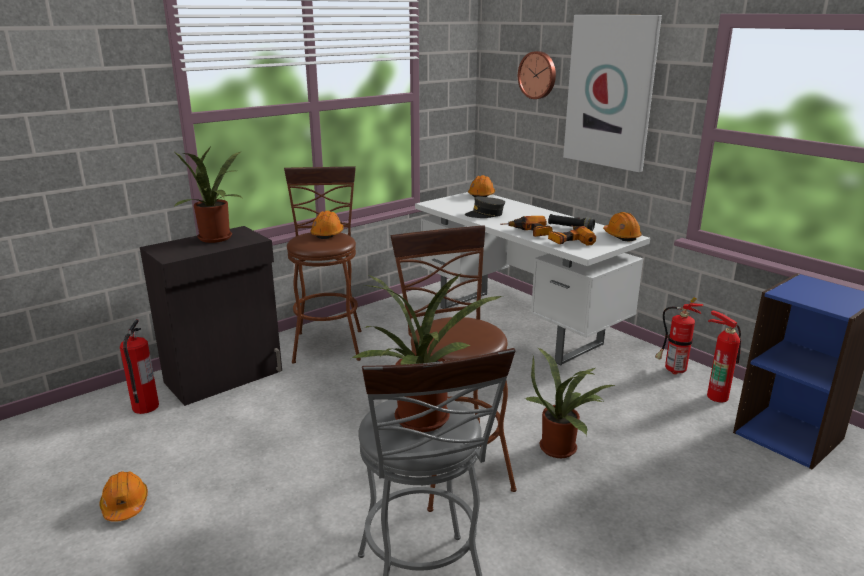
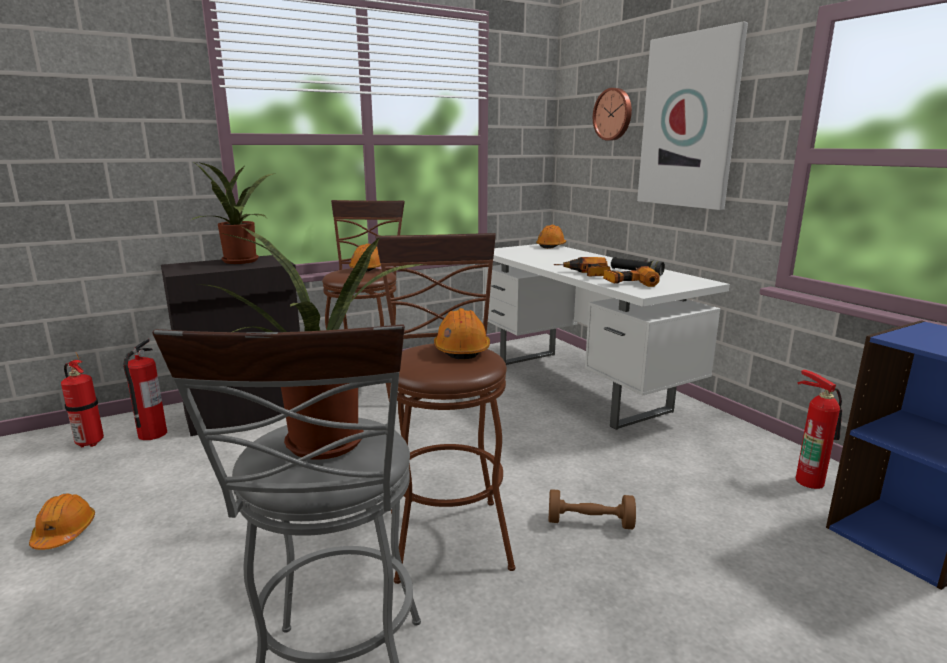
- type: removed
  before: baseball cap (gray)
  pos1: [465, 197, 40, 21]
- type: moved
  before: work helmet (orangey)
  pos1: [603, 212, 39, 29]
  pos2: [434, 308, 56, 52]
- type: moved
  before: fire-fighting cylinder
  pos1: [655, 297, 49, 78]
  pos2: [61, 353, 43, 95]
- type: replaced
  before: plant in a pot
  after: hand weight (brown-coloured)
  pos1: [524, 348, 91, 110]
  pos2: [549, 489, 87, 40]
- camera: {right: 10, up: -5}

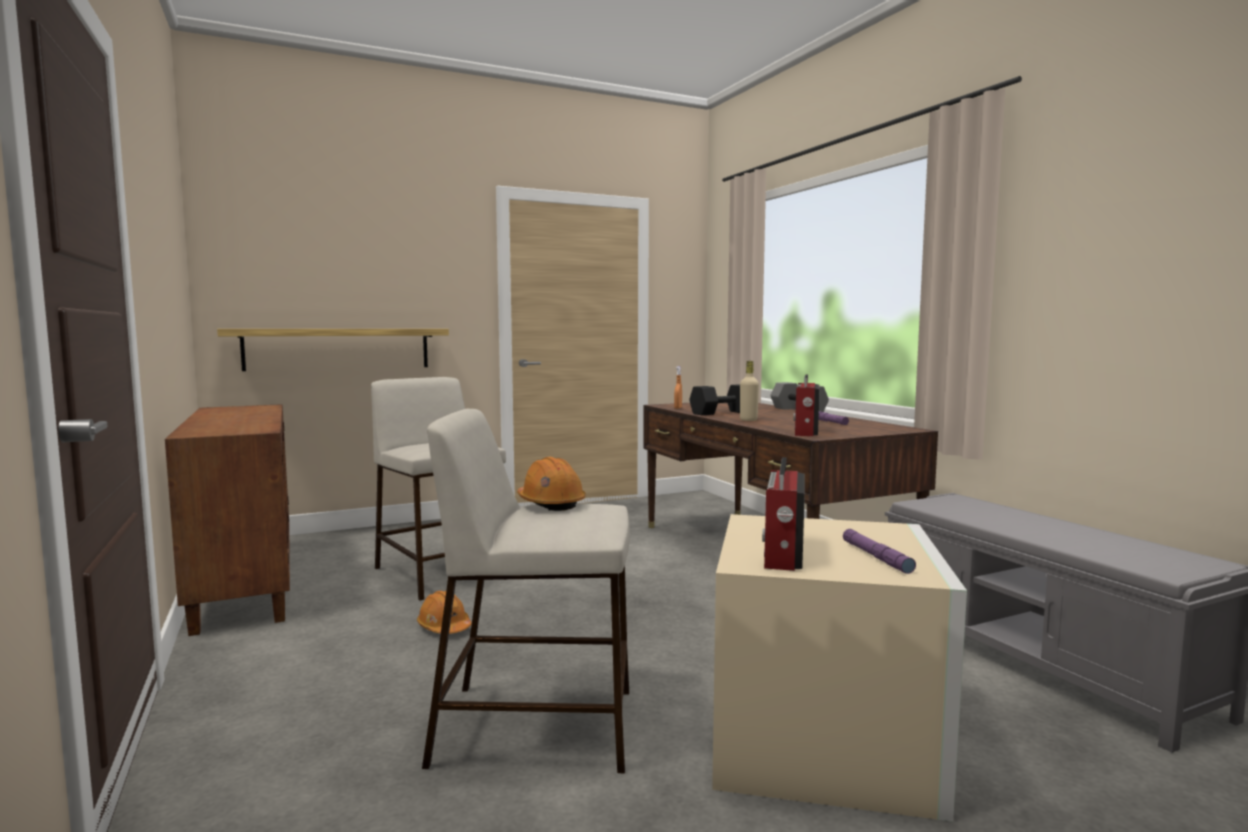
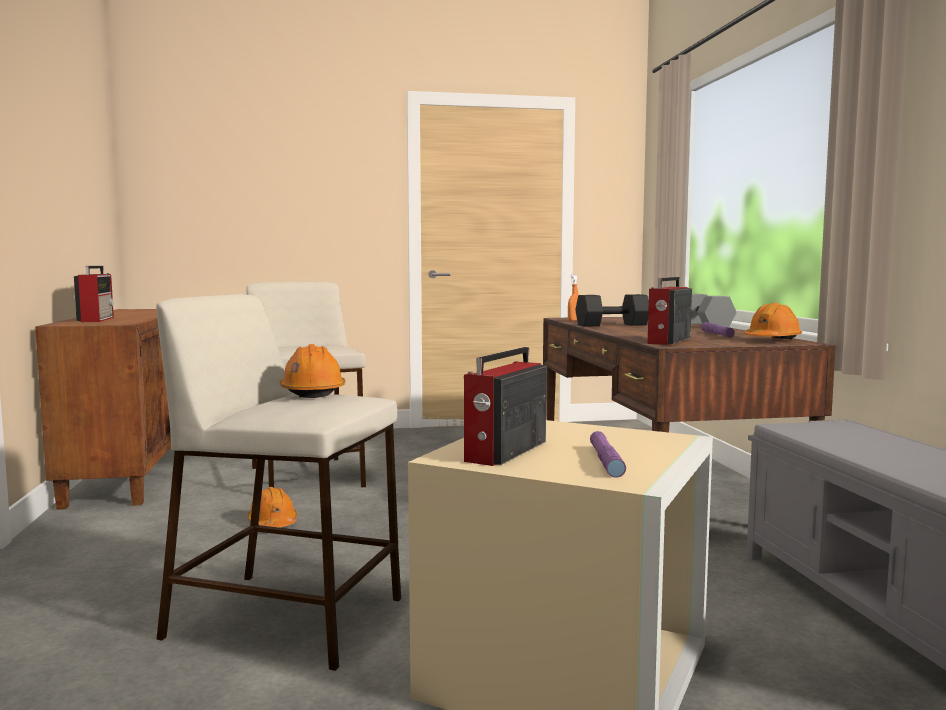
- type: removed
  before: wall shelf
  pos1: [217, 329, 232, 42]
- type: removed
  before: beverage bottle (beige)
  pos1: [740, 361, 19, 60]
- type: added
  after: radio receiver
  pos2: [74, 266, 40, 56]
- type: added
  after: work helmet (orangey)
  pos2: [743, 303, 59, 37]
- camera: {right: 15, up: 0}

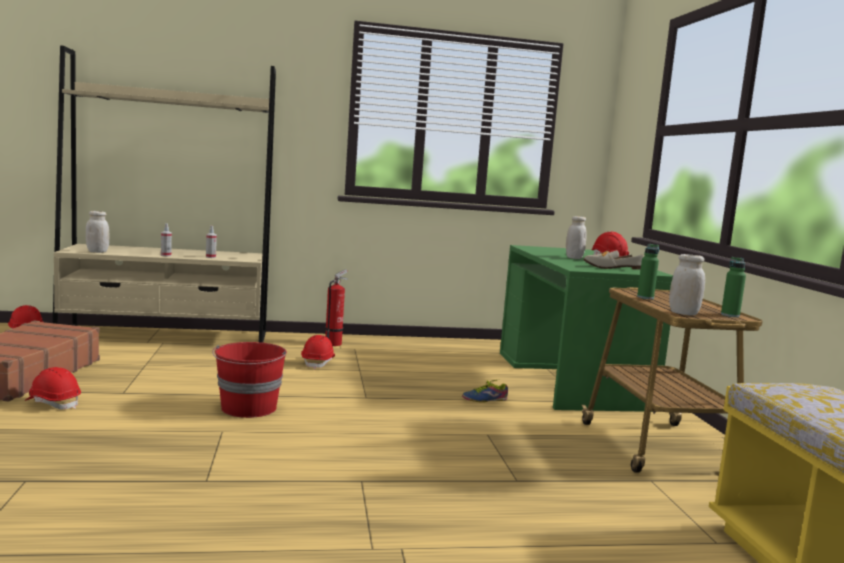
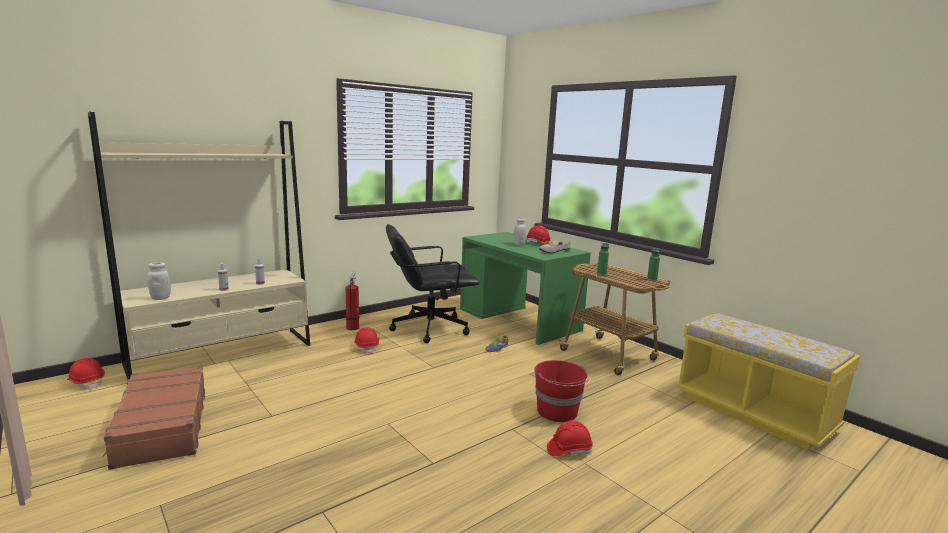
- type: removed
  before: storage jar (white)
  pos1: [669, 254, 36, 62]
- type: moved
  before: bucket (reddish)
  pos1: [212, 342, 75, 76]
  pos2: [534, 360, 56, 62]
- type: moved
  before: work helmet (reddish)
  pos1: [25, 367, 56, 42]
  pos2: [547, 421, 46, 35]
- type: added
  after: desk chair (blackish)
  pos2: [386, 224, 94, 119]
- camera: {right: -30, up: 5}

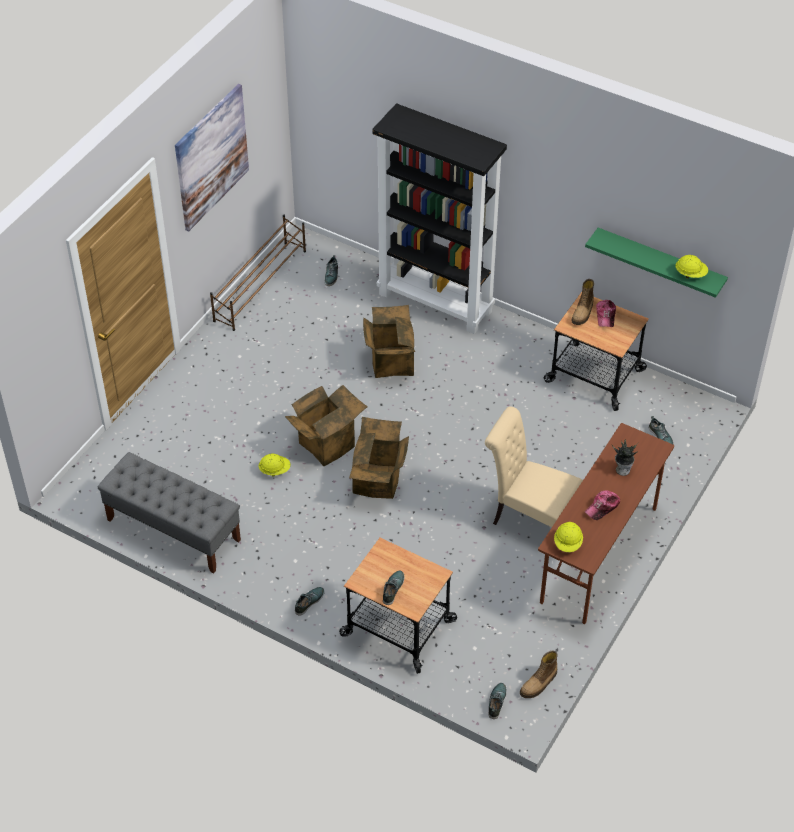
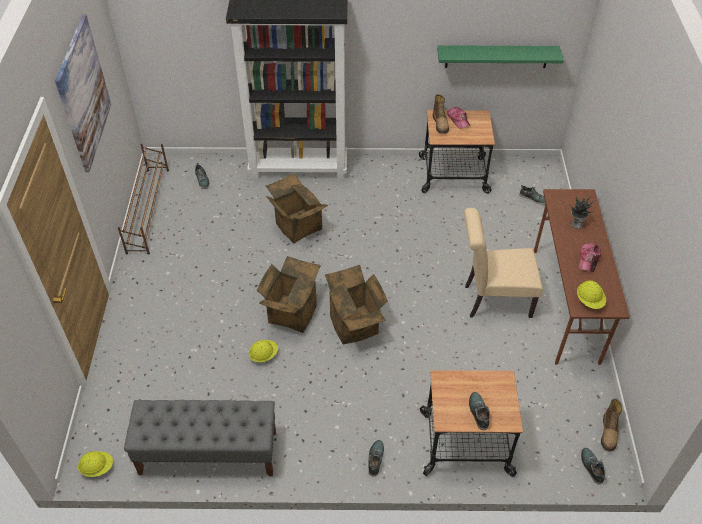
- type: moved
  before: work helmet (yellowish)
  pos1: [675, 255, 33, 23]
  pos2: [78, 451, 35, 26]
- camera: {right: -30, up: 0}

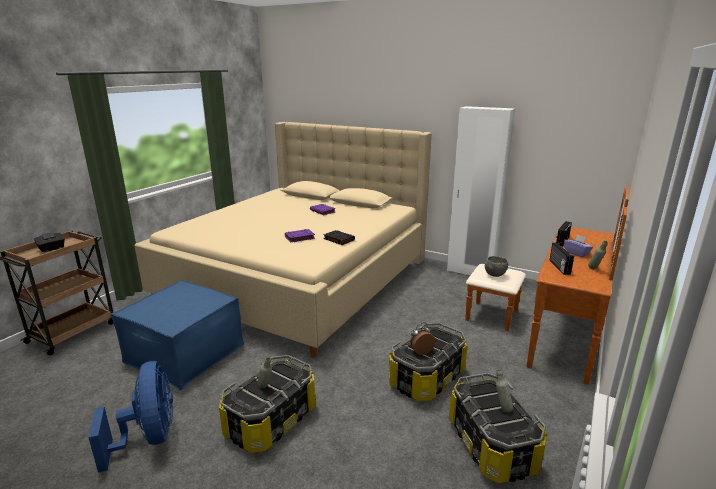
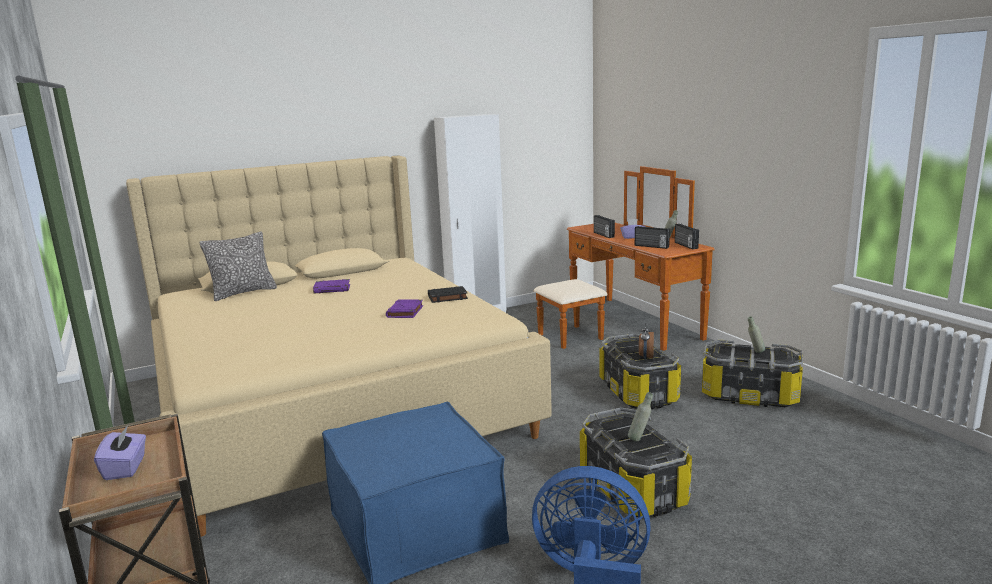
- type: recoloured
  before: tissue holder (blackish)
  after: tissue holder (purple)
  pos1: [34, 232, 31, 20]
  pos2: [94, 425, 52, 55]
- type: removed
  before: deep dish (gray)
  pos1: [485, 256, 23, 21]
- type: added
  after: radio receiver
  pos2: [675, 224, 24, 25]
- type: added
  after: pillow
  pos2: [199, 231, 78, 70]
- camera: {right: -55, up: -5}

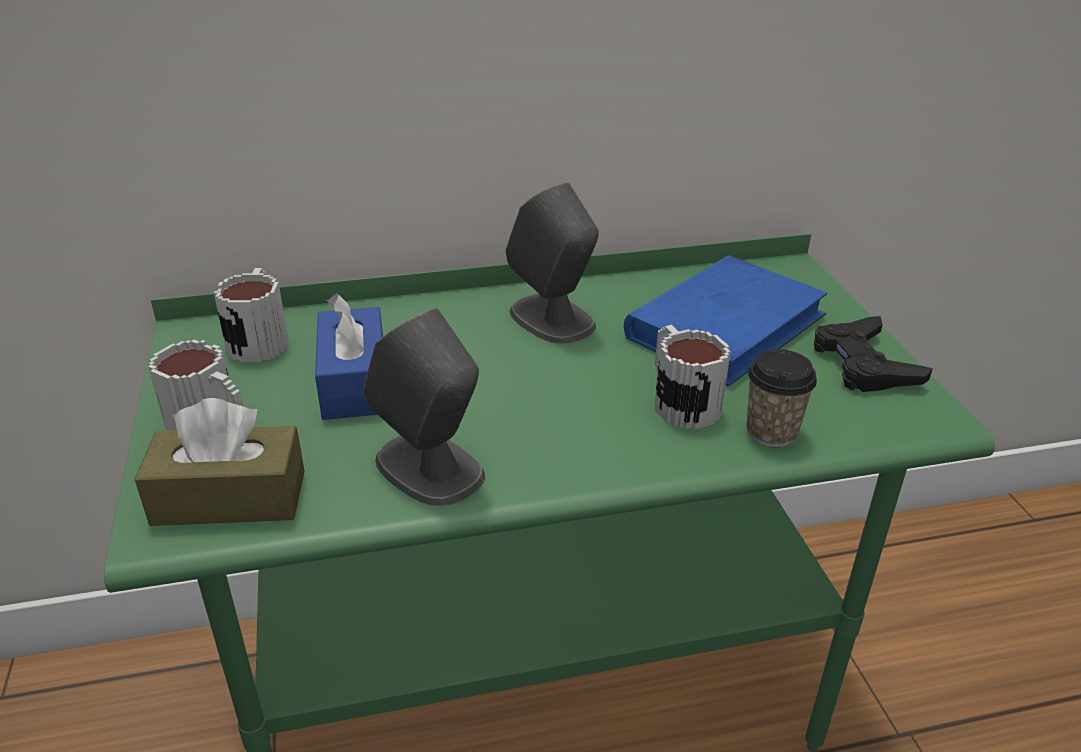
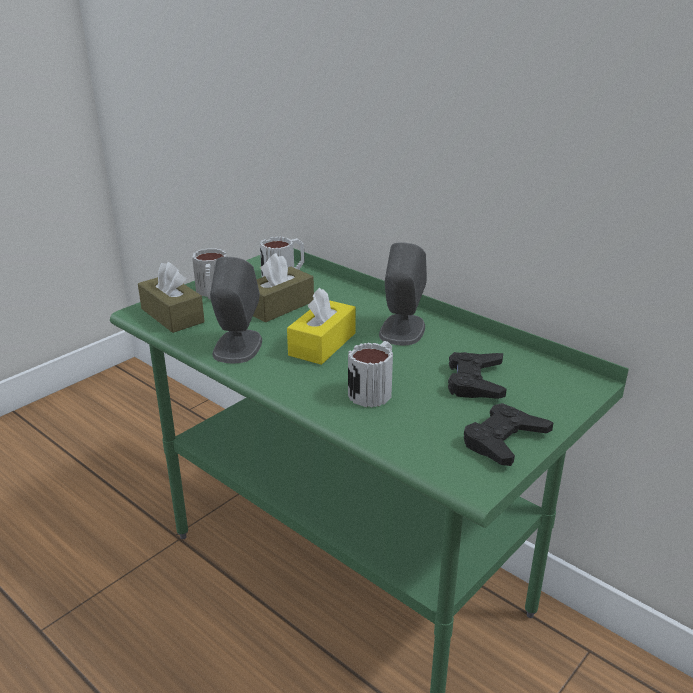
- type: replaced
  before: volume (blue)
  after: game controller (blackish)
  pos1: [624, 255, 203, 131]
  pos2: [448, 352, 59, 47]
- type: recoloured
  before: tissue holder (blue)
  after: tissue holder (brown-coloured)
  pos1: [315, 293, 68, 127]
  pos2: [253, 253, 61, 70]
- type: removed
  before: cup
  pos1: [747, 349, 70, 98]
- type: added
  after: tissue holder (yellowish)
  pos2: [287, 287, 69, 78]
- camera: {right: 55, up: -5}

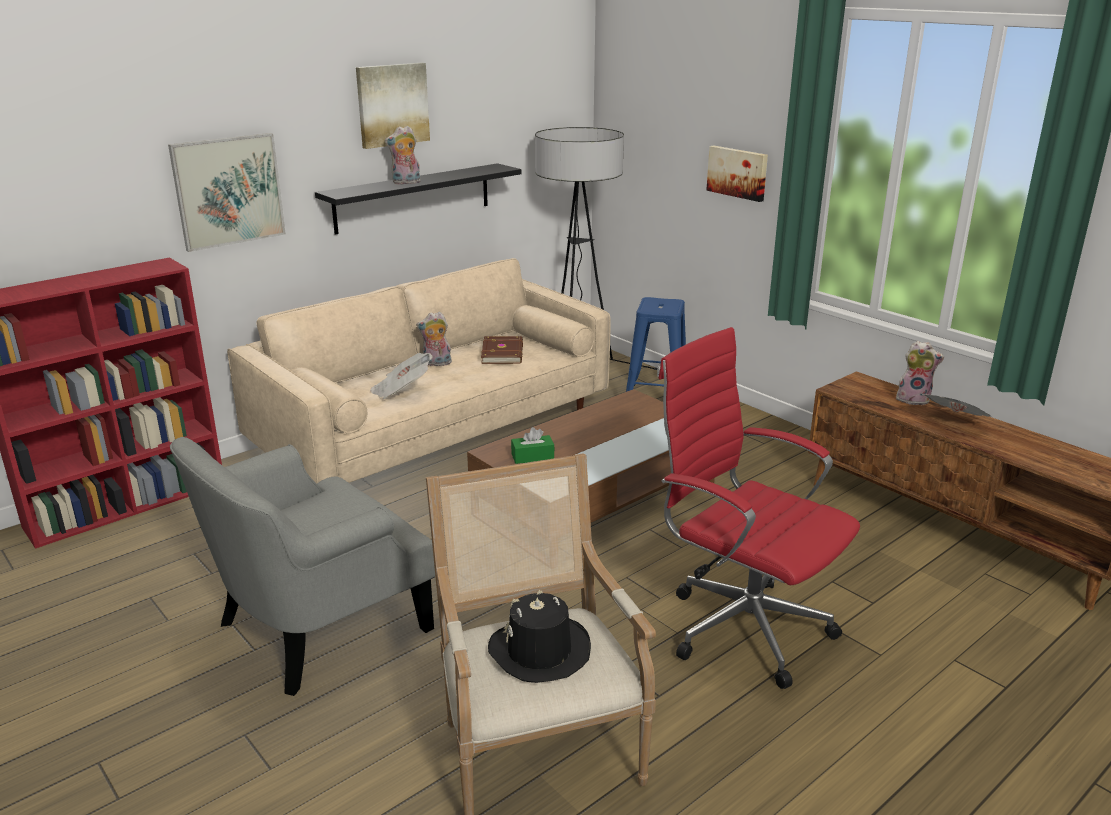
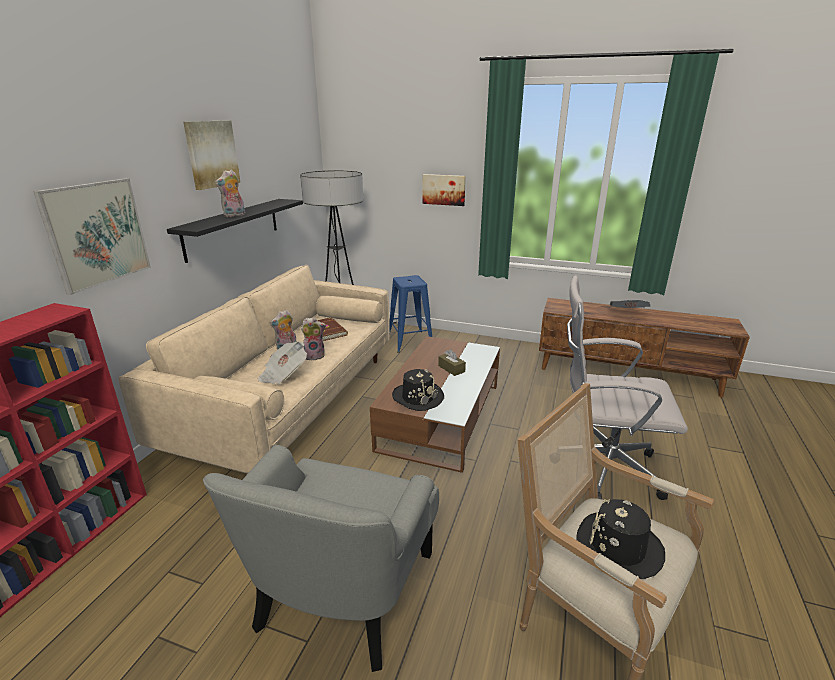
- type: recoloured
  before: desk chair (reddish)
  after: desk chair (white)
  pos1: [658, 327, 202, 362]
  pos2: [567, 276, 121, 224]
- type: moved
  before: plush toy
  pos1: [896, 341, 48, 65]
  pos2: [301, 317, 25, 43]
- type: replaced
  before: tissue holder (green-coloured)
  after: wearable hat (blackish)
  pos1: [511, 427, 43, 37]
  pos2: [392, 369, 52, 42]
- type: added
  after: tissue holder (brown-coloured)
  pos2: [438, 349, 28, 27]
- camera: {right: -30, up: 0}

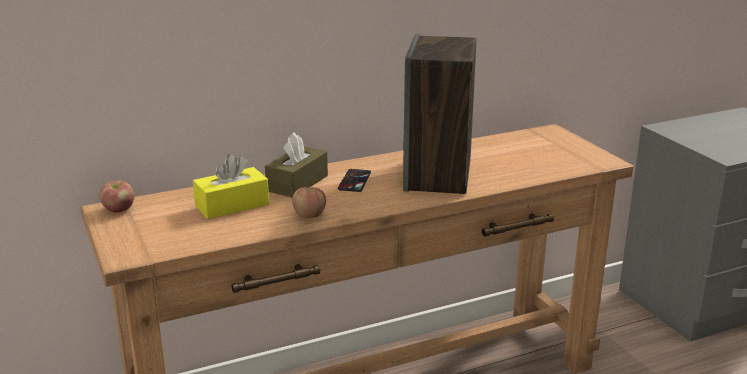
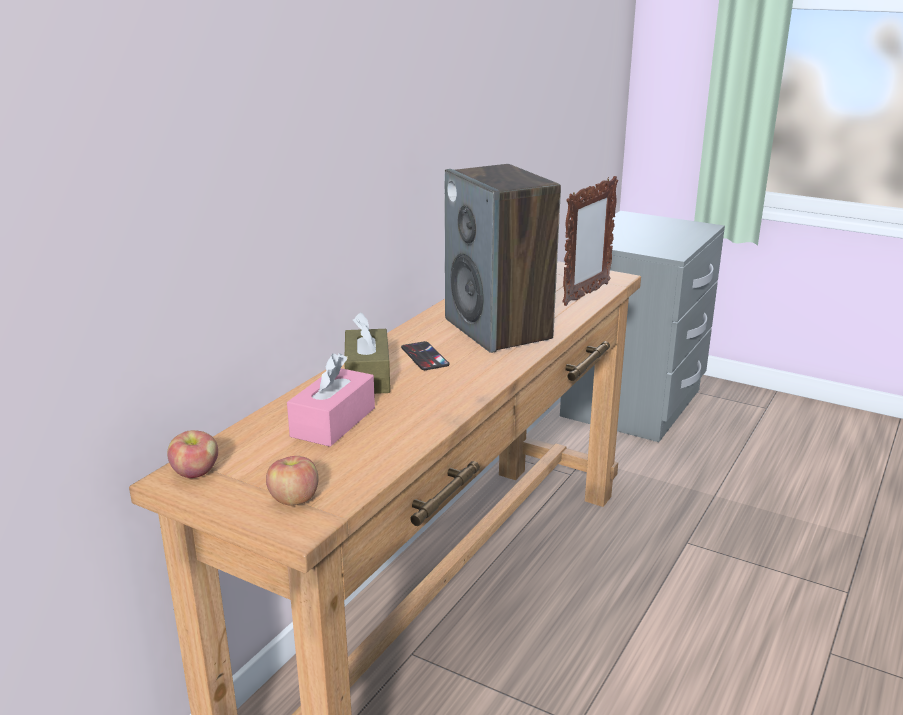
- type: recoloured
  before: tissue holder (yellowish)
  after: tissue holder (pinkish)
  pos1: [193, 154, 76, 65]
  pos2: [287, 353, 88, 94]
- type: moved
  before: apple
  pos1: [292, 187, 34, 31]
  pos2: [266, 456, 53, 50]
- type: added
  after: picture frame
  pos2: [562, 176, 56, 130]
- camera: {right: -35, up: 0}

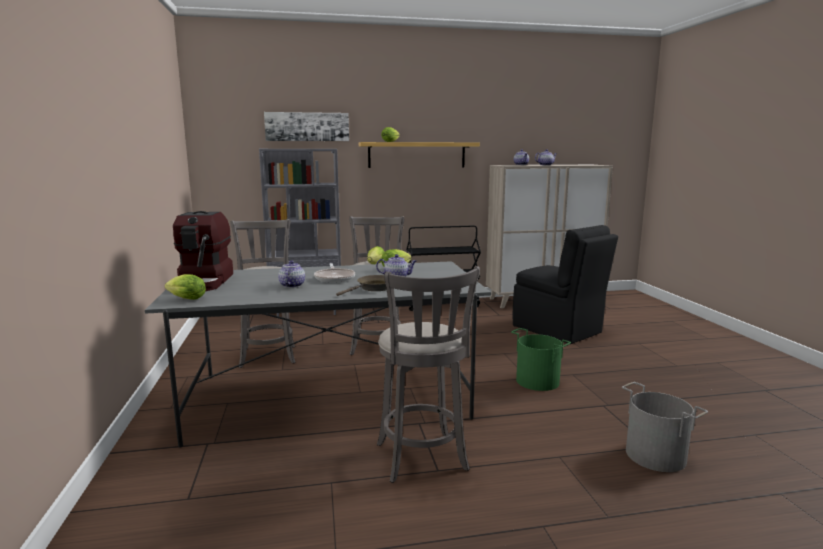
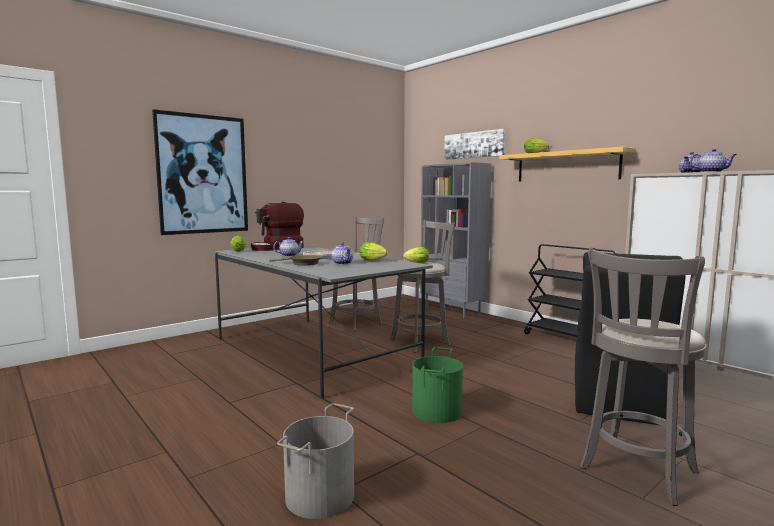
- type: moved
  before: sitting stool (gray)
  pos1: [377, 266, 103, 217]
  pos2: [580, 247, 127, 259]
- type: added
  after: wall picture
  pos2: [152, 109, 96, 126]
- camera: {right: 60, up: -5}

